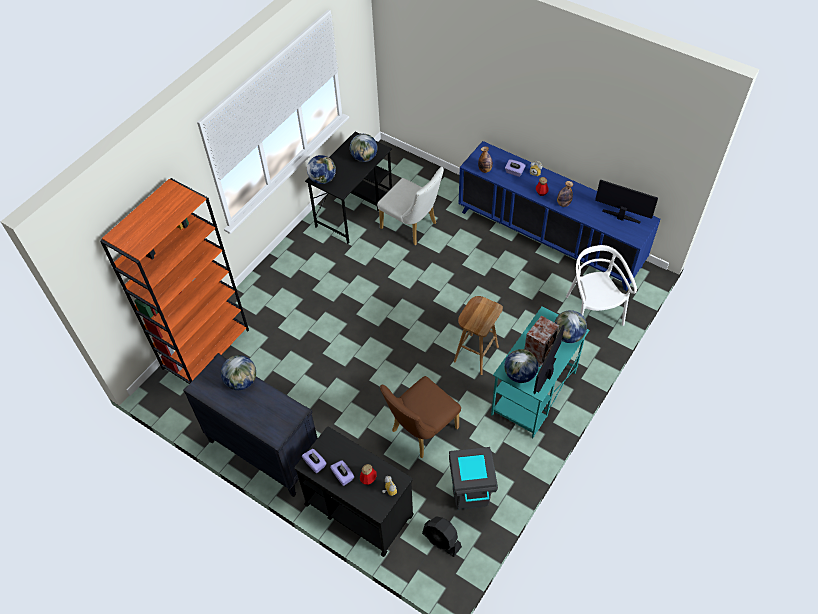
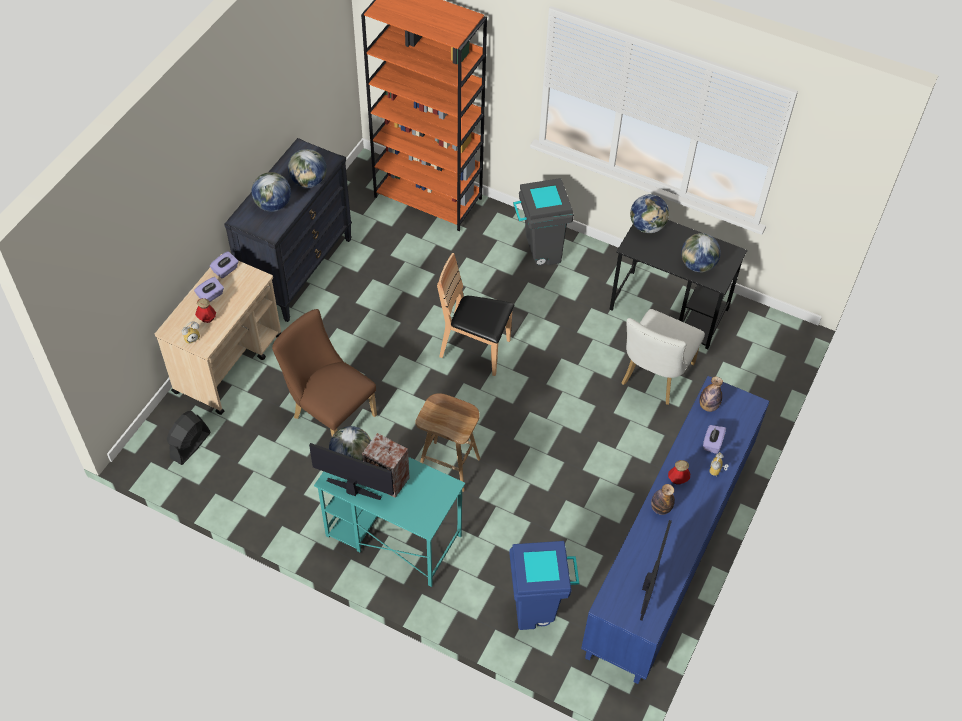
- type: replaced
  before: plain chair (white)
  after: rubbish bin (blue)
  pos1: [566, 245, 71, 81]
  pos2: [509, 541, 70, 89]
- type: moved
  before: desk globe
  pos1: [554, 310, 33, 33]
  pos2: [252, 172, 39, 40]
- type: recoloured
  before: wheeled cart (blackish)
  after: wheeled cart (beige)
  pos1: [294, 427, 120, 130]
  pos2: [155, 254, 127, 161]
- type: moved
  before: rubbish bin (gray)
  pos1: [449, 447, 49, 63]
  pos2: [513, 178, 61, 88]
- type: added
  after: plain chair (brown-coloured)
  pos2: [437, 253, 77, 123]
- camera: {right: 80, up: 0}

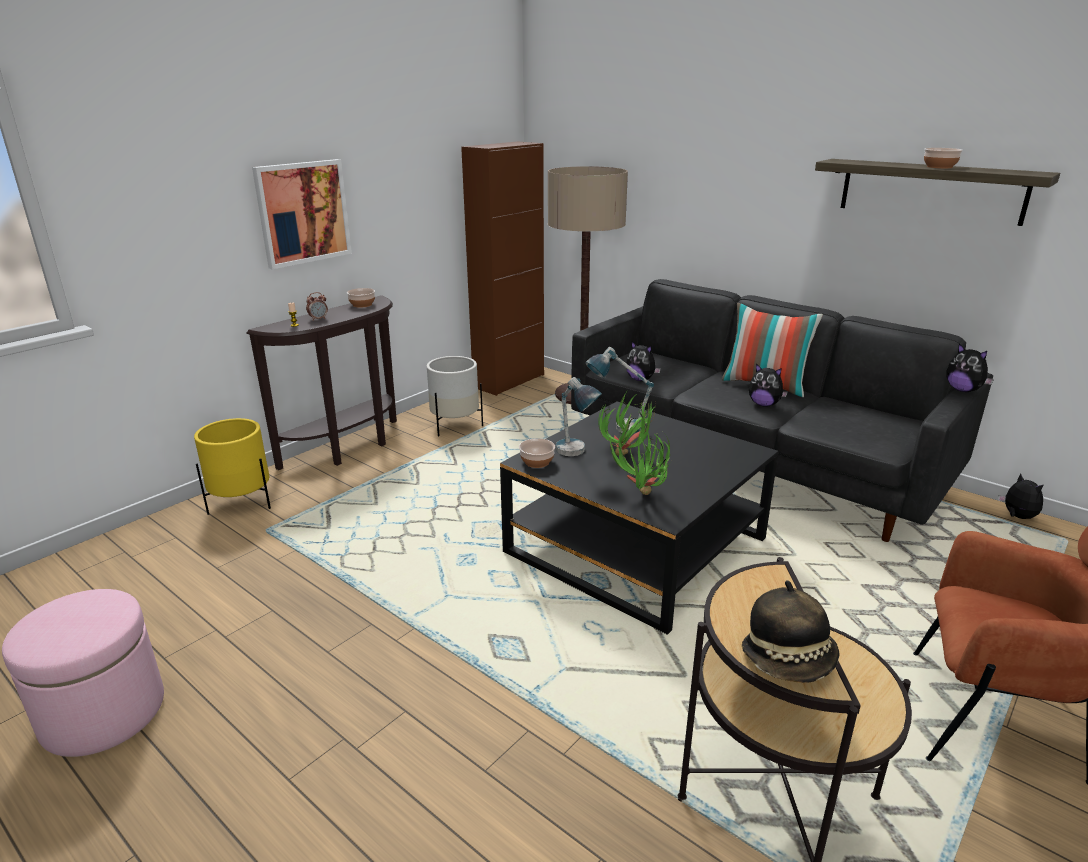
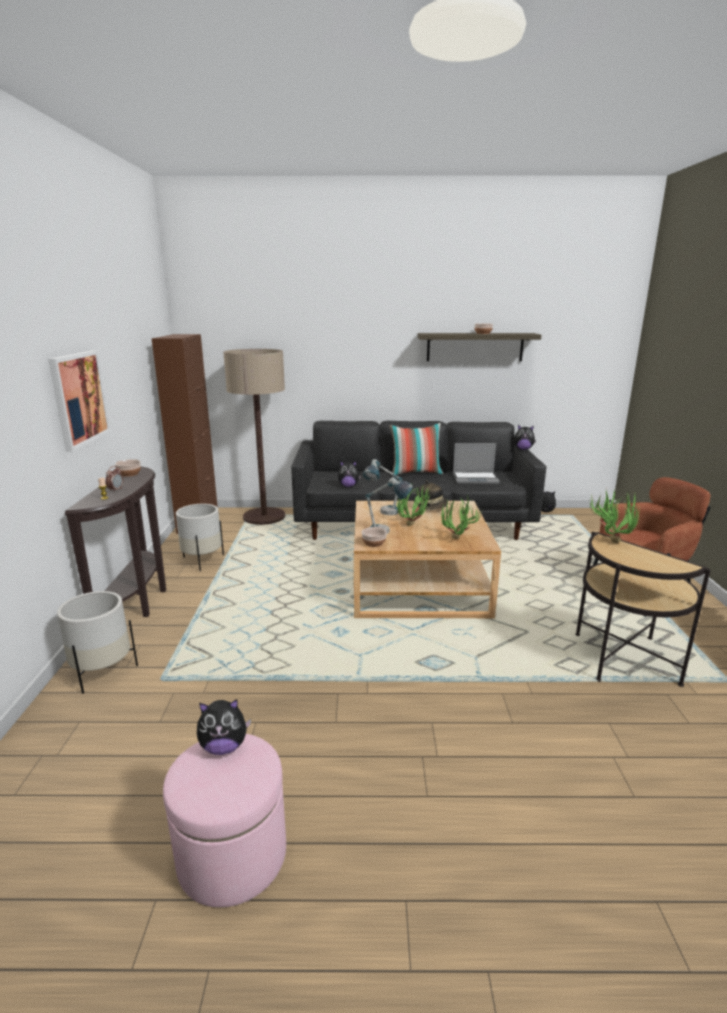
- type: moved
  before: plush toy
  pos1: [749, 364, 39, 43]
  pos2: [197, 699, 54, 56]
- type: recoloured
  before: coffee table (blackish)
  after: coffee table (beige)
  pos1: [500, 401, 279, 234]
  pos2: [354, 501, 147, 117]
- type: recoloured
  before: planter (yellowish)
  after: planter (white)
  pos1: [194, 418, 77, 97]
  pos2: [57, 591, 81, 103]
- type: moved
  before: wearable hat
  pos1: [742, 580, 97, 103]
  pos2: [417, 480, 31, 30]
- type: added
  after: notebook computer
  pos2: [453, 443, 47, 41]
- type: added
  after: plant in a pot
  pos2: [589, 490, 50, 53]
- camera: {right: -40, up: -5}

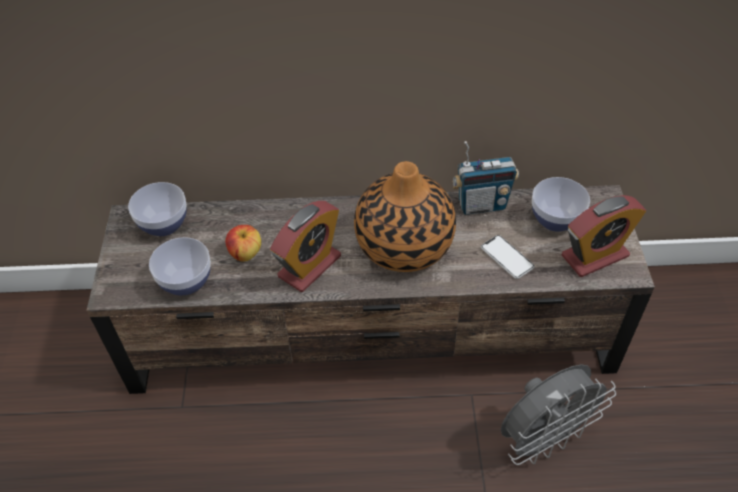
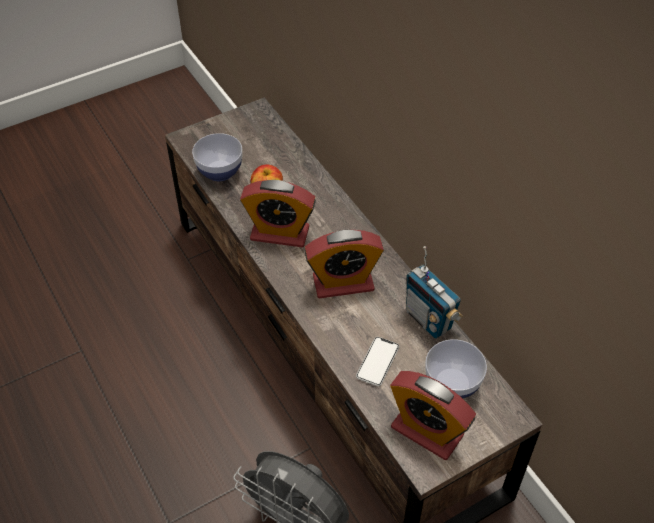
- type: replaced
  before: flower vase
  after: table clock
  pos1: [354, 161, 102, 111]
  pos2: [305, 230, 79, 68]
- type: removed
  before: deep dish
  pos1: [128, 182, 58, 54]
- camera: {right: 60, up: 0}

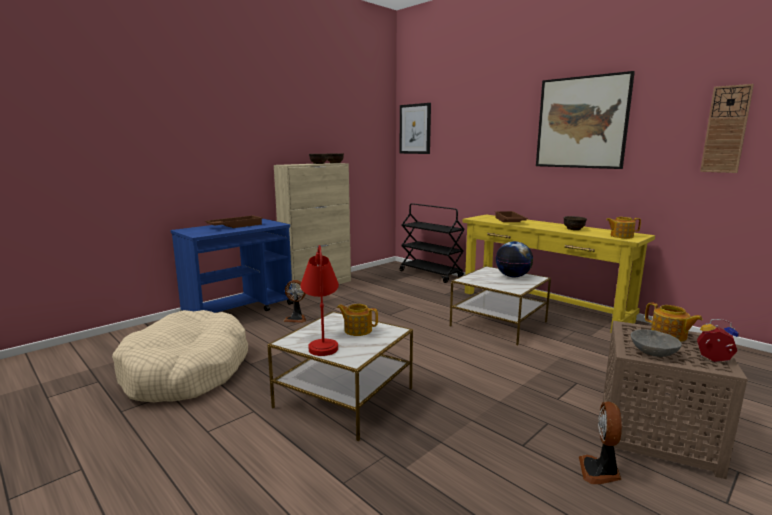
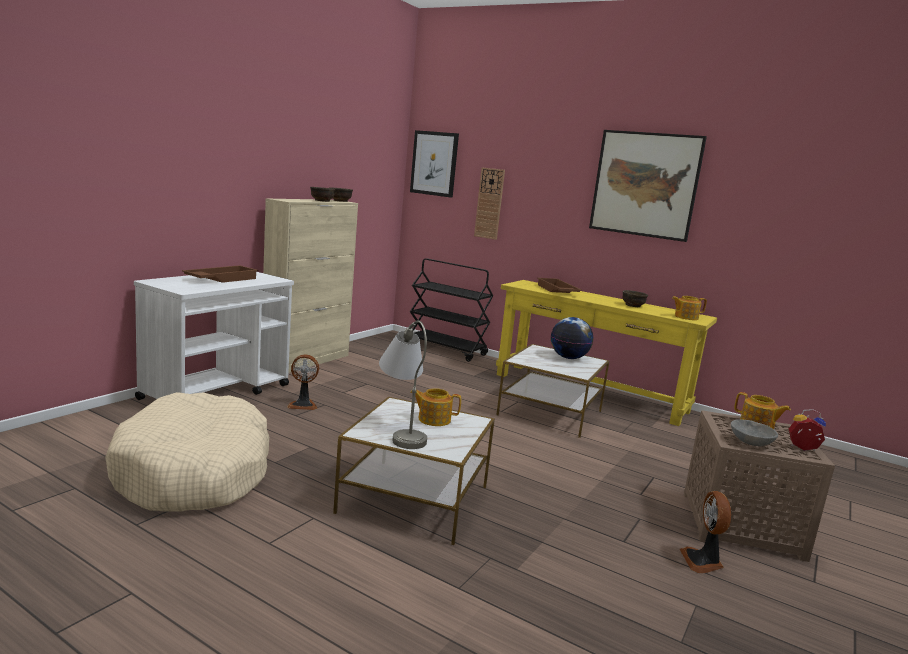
- type: moved
  before: hanging clock
  pos1: [700, 84, 54, 89]
  pos2: [474, 168, 31, 72]
- type: recoloured
  before: wheeled cart (blue)
  after: wheeled cart (white)
  pos1: [171, 219, 123, 94]
  pos2: [134, 272, 160, 128]
- type: recoloured
  before: table lamp (reddish)
  after: table lamp (gray)
  pos1: [300, 245, 39, 111]
  pos2: [379, 320, 48, 129]
- camera: {right: -15, up: 0}

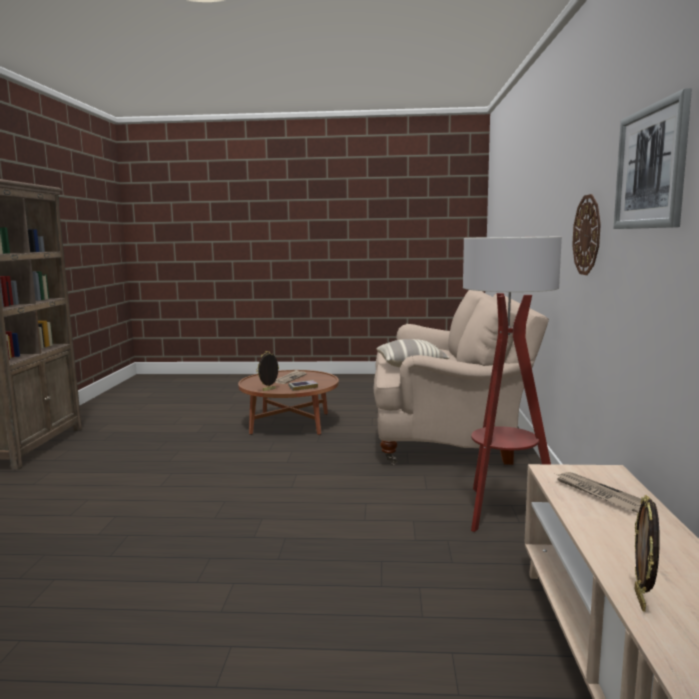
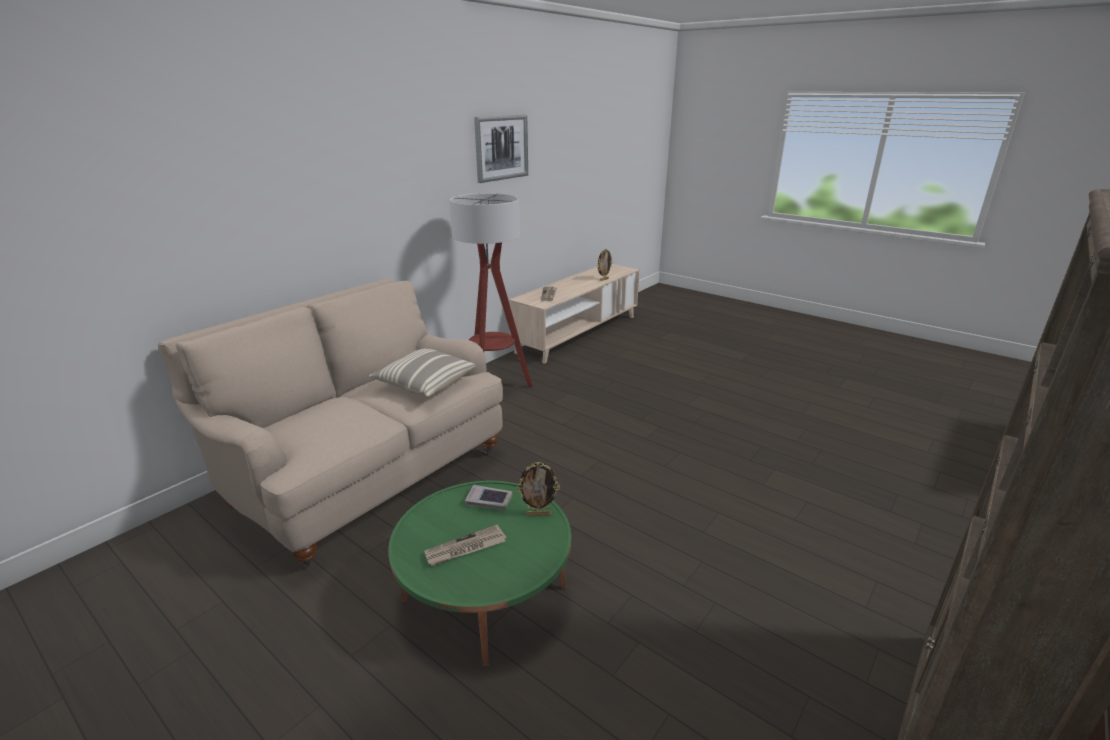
- type: removed
  before: hanging clock
  pos1: [572, 194, 29, 81]
- type: recoloured
  before: coffee table (brown-coloured)
  after: coffee table (green-coloured)
  pos1: [238, 370, 101, 65]
  pos2: [388, 481, 183, 185]
- camera: {right: -145, up: 15}

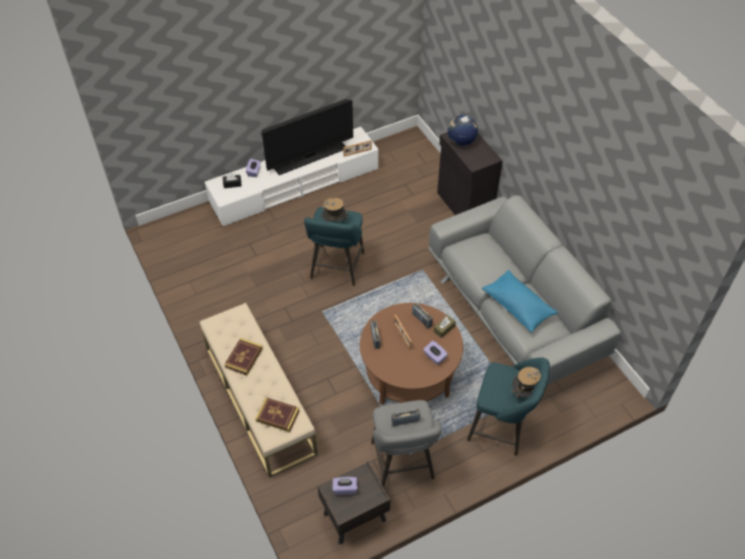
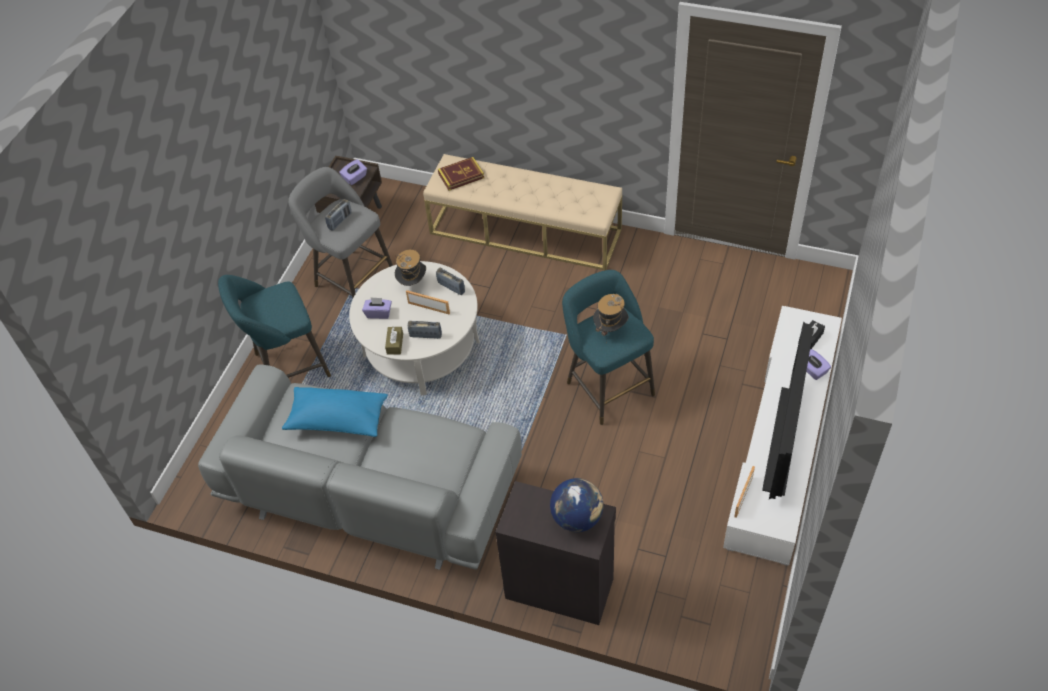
- type: recoloured
  before: coffee table (brown-coloured)
  after: coffee table (white)
  pos1: [360, 303, 103, 102]
  pos2: [349, 261, 131, 134]
- type: removed
  before: volume
  pos1: [224, 338, 39, 38]
- type: moved
  before: wearable hat
  pos1: [512, 367, 29, 31]
  pos2: [395, 250, 31, 36]
- camera: {right: 140, up: 0}

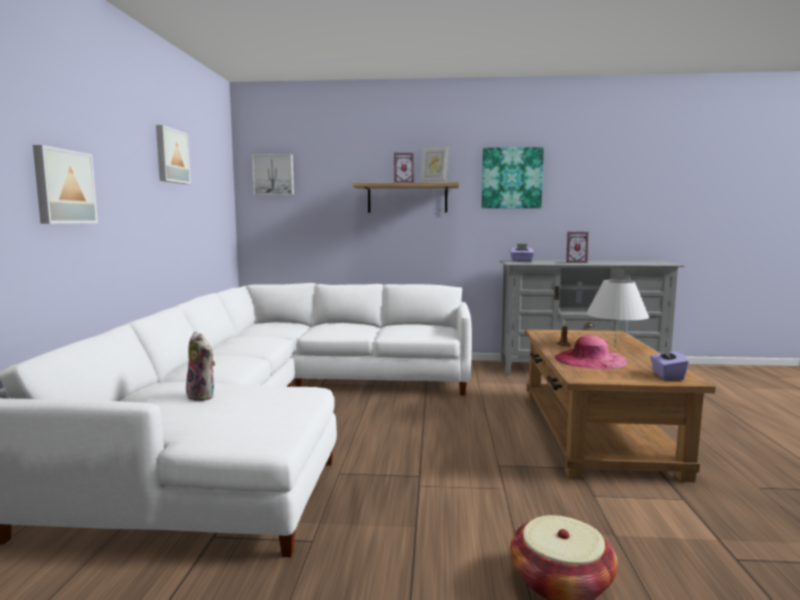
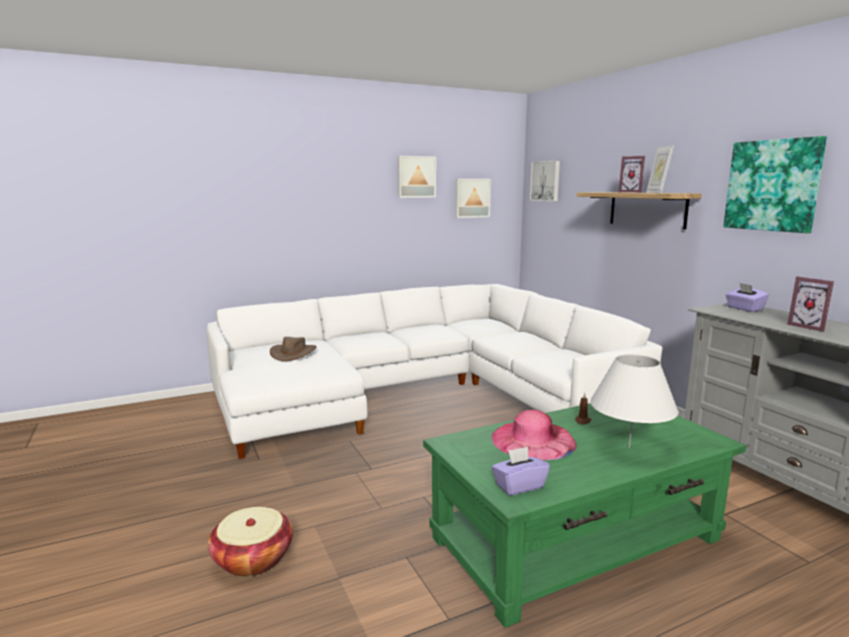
- type: moved
  before: wall picture
  pos1: [33, 145, 65, 79]
  pos2: [455, 179, 36, 39]
- type: recoloured
  before: coffee table (brown-coloured)
  after: coffee table (green-coloured)
  pos1: [525, 329, 191, 153]
  pos2: [423, 403, 324, 225]
- type: replaced
  before: plush toy
  after: wearable hat (brown-coloured)
  pos1: [186, 331, 29, 70]
  pos2: [270, 337, 47, 24]
- camera: {right: 60, up: 5}

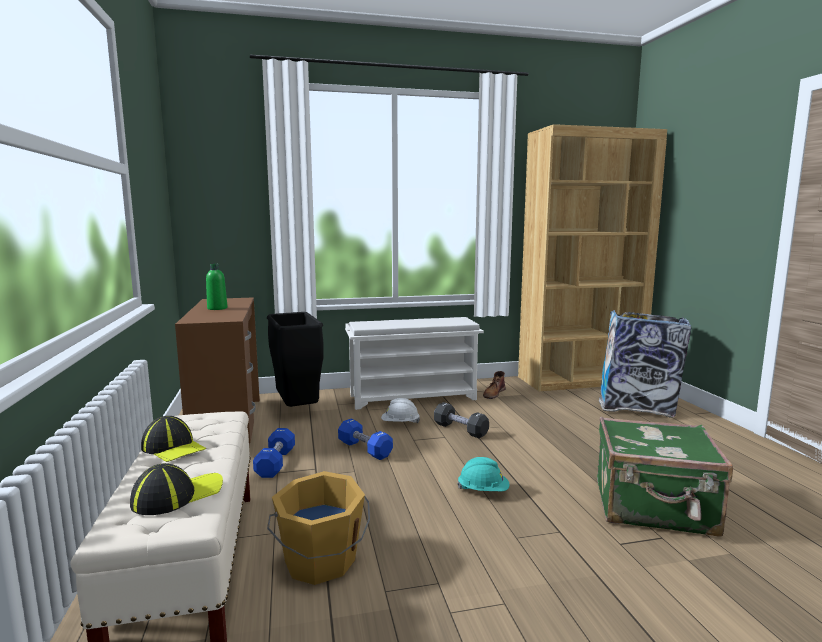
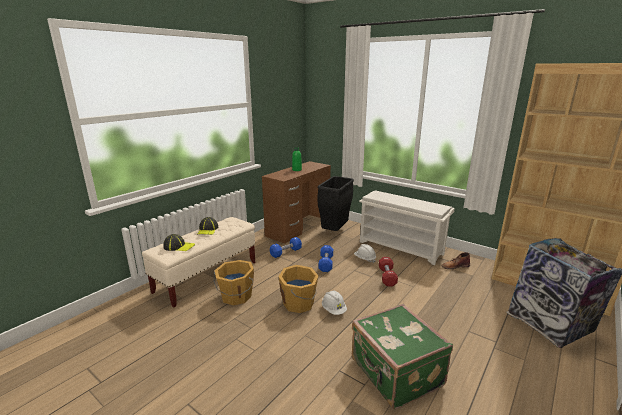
- type: recoloured
  before: hand weight (blackish)
  after: hand weight (reddish)
  pos1: [434, 402, 55, 36]
  pos2: [379, 257, 19, 30]
- type: recoloured
  before: work helmet (turquoise)
  after: work helmet (white)
  pos1: [457, 457, 52, 34]
  pos2: [322, 290, 25, 25]
- type: added
  after: bucket (orangey)
  pos2: [278, 265, 41, 48]
- camera: {right: 50, up: 10}

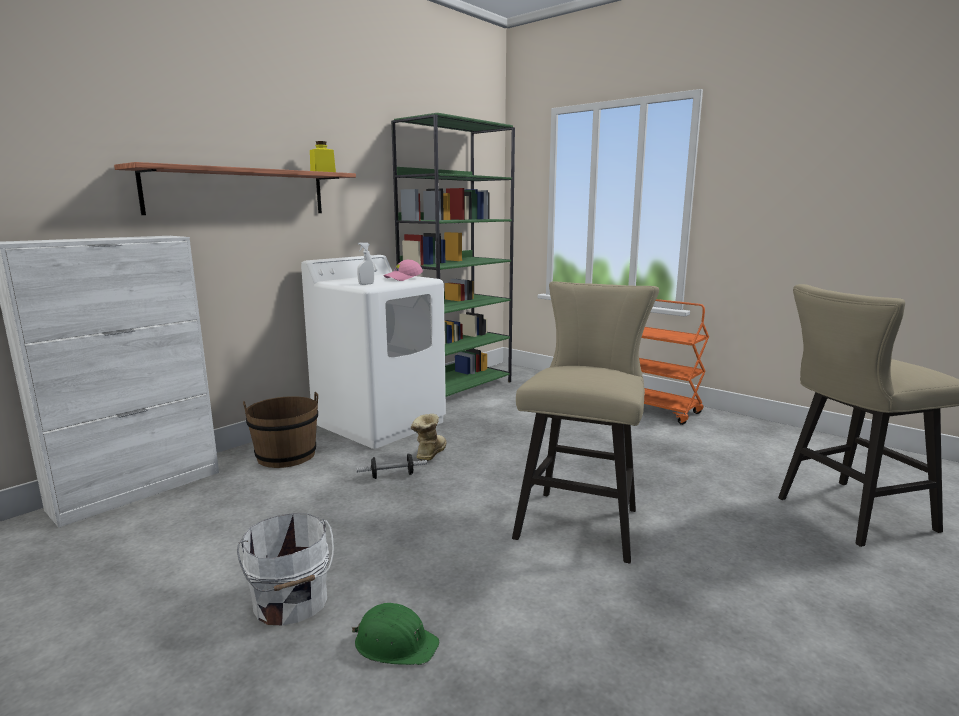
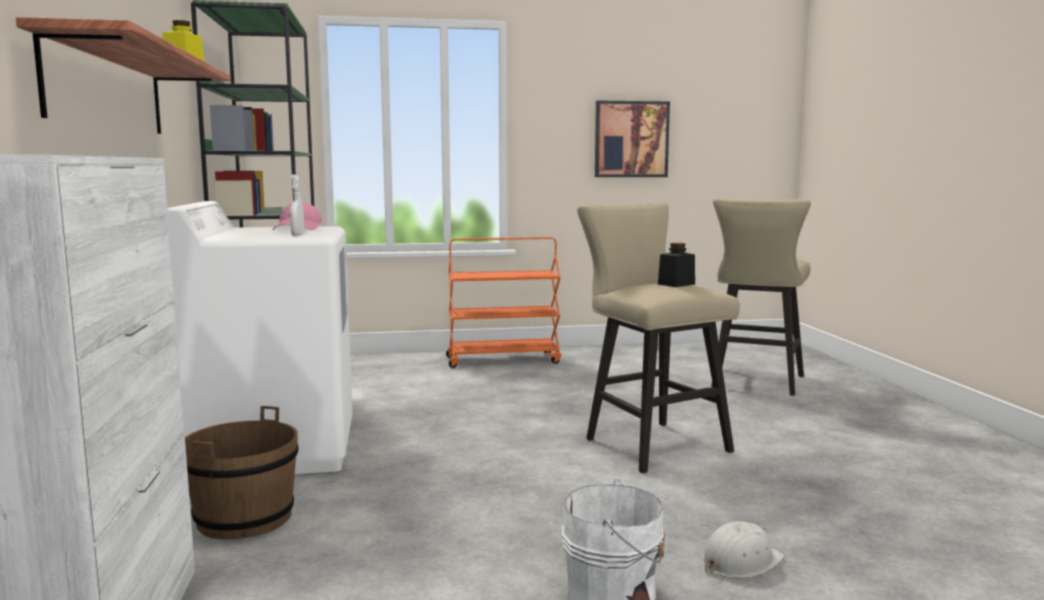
- type: removed
  before: tall boot
  pos1: [411, 414, 35, 47]
- type: removed
  before: hand weight
  pos1: [357, 454, 70, 25]
- type: recoloured
  before: work helmet (green-coloured)
  after: work helmet (white)
  pos1: [351, 603, 89, 62]
  pos2: [701, 521, 83, 57]
- type: added
  after: wall picture
  pos2: [595, 101, 75, 76]
- type: added
  after: storage jar (blackish)
  pos2: [658, 243, 37, 44]
- camera: {right: -50, up: -5}

